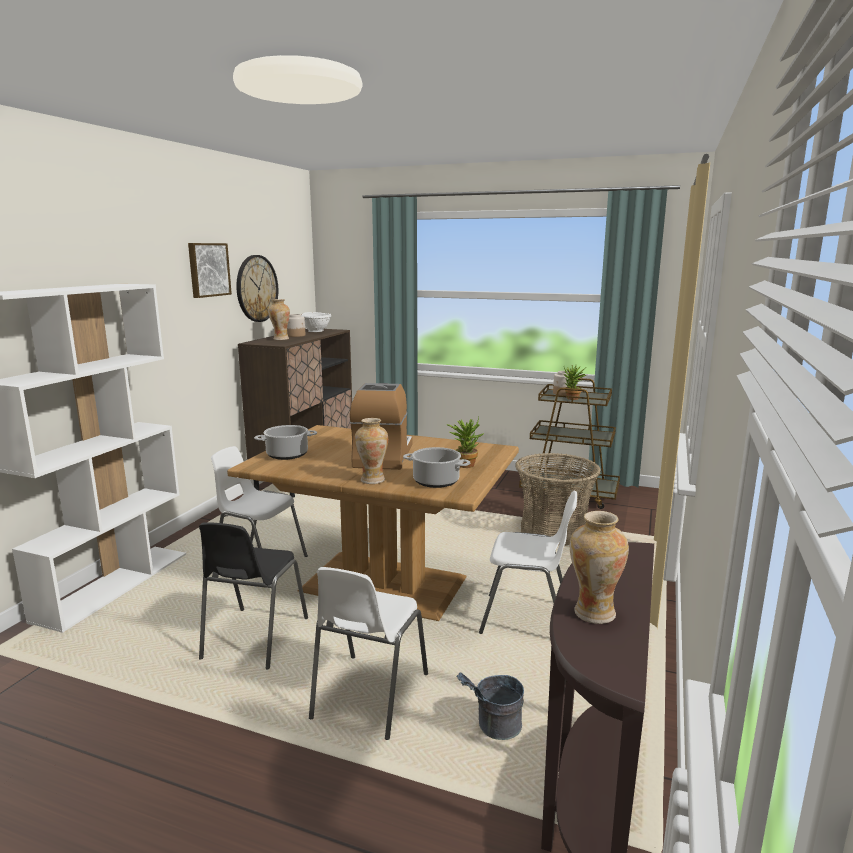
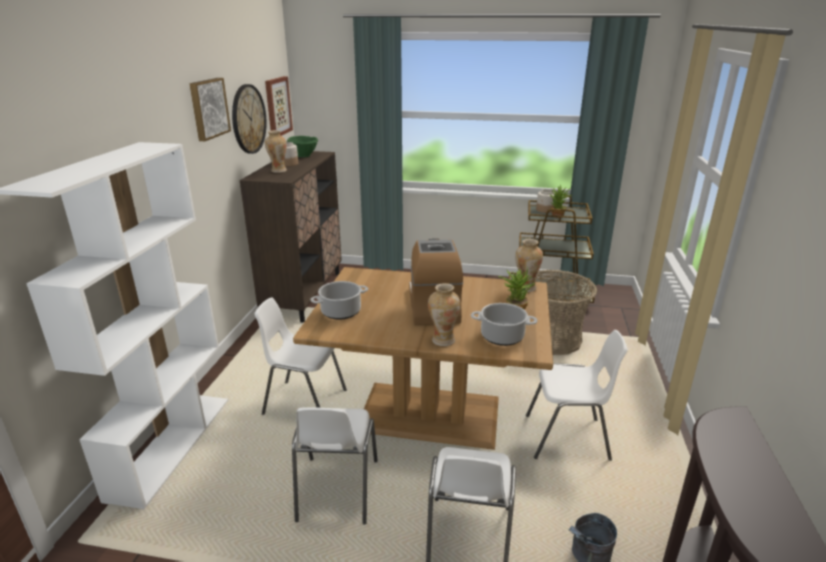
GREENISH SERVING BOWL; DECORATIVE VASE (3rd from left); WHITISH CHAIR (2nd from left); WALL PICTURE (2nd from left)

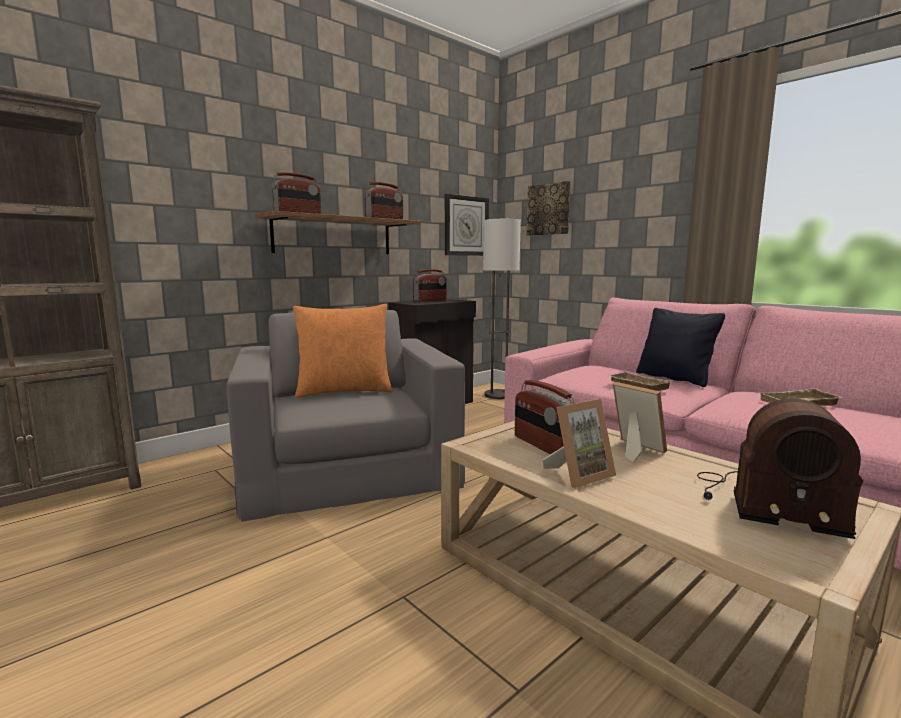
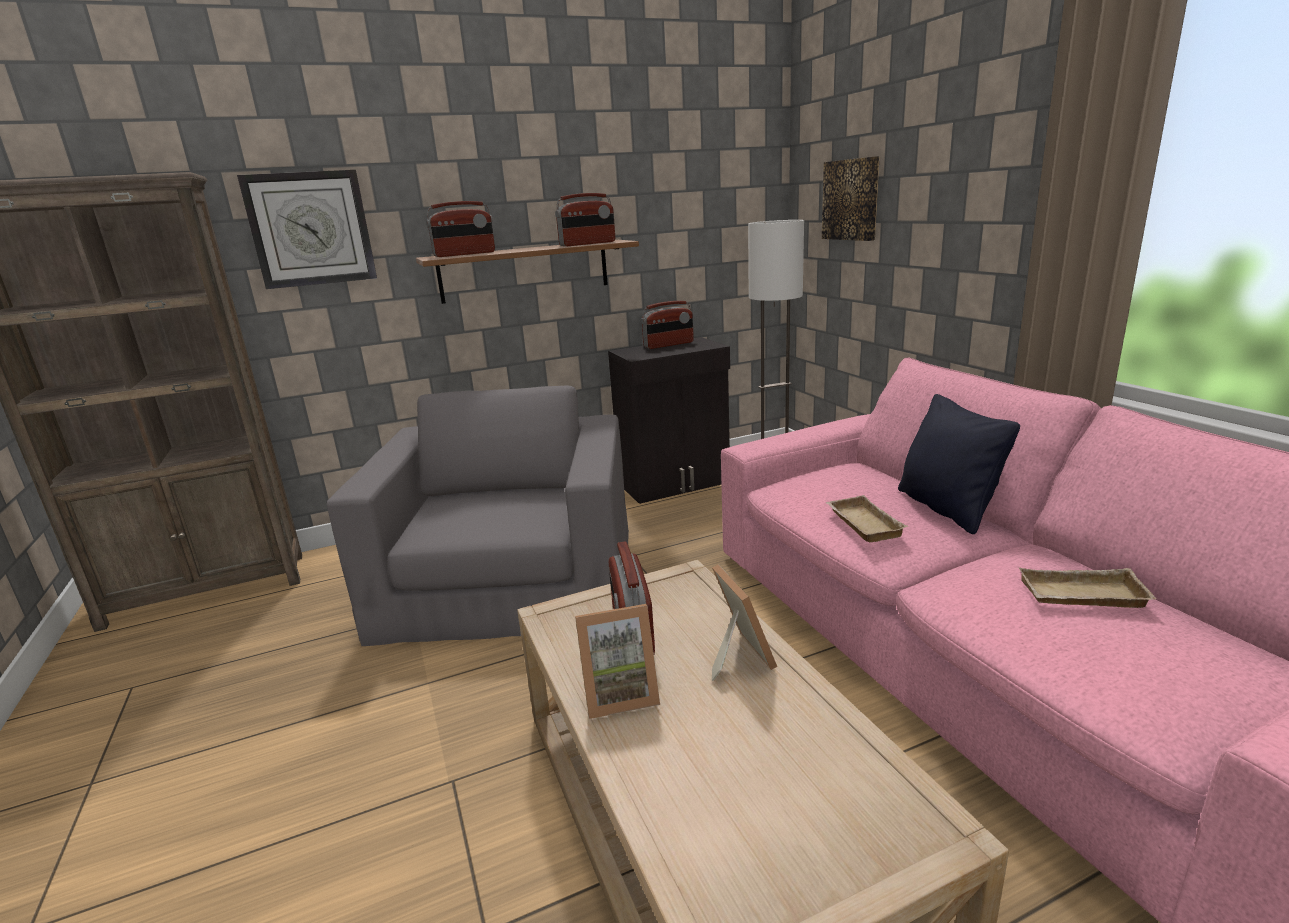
WALL CLOCK; ORANGE-COLOURED PILLOW; RADIO (5th from left in the first image)

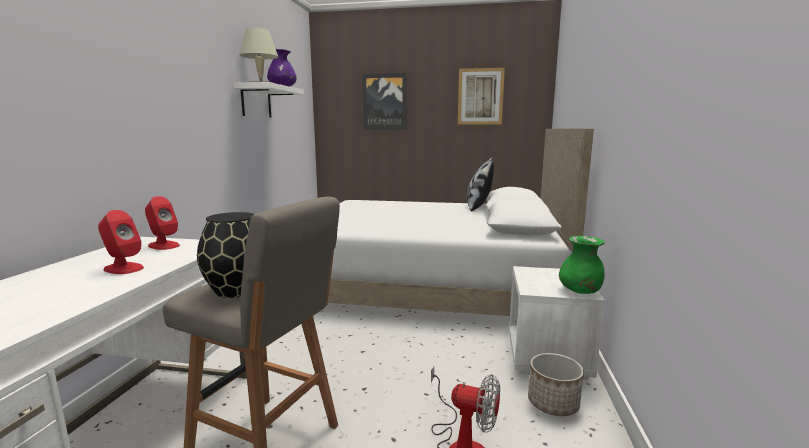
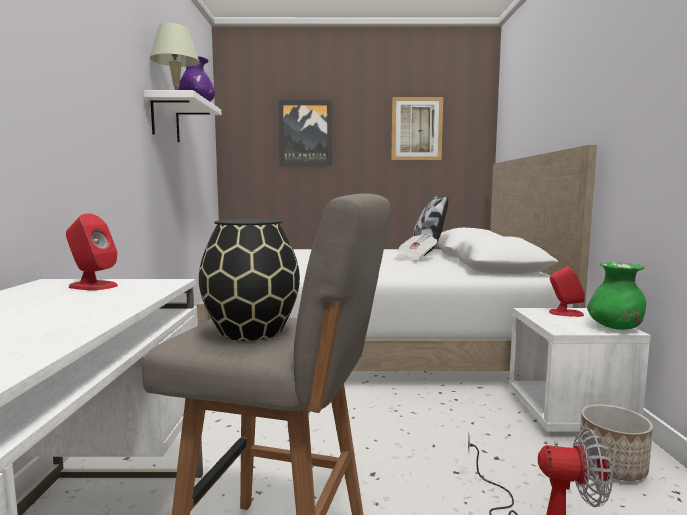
REDDISH AUDIO SPEAKER (2nd from left); NEWSPAPER

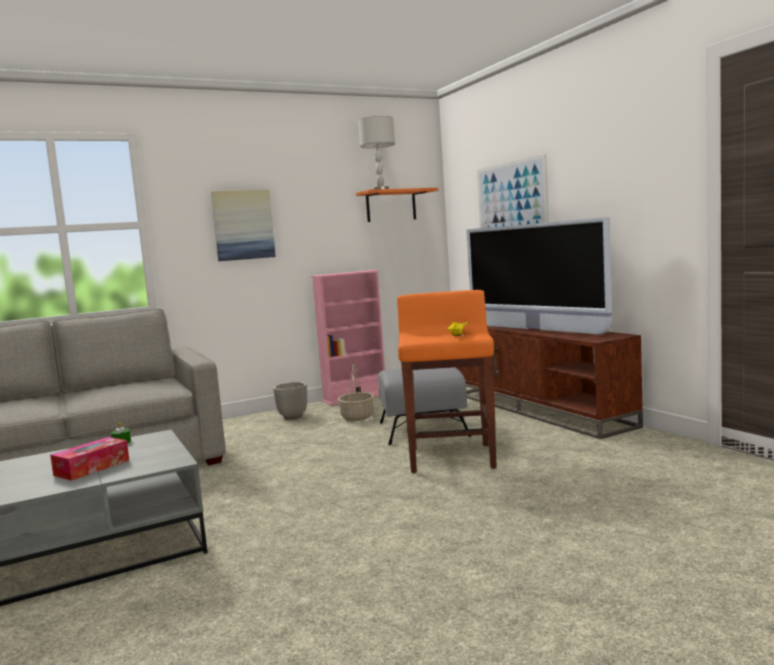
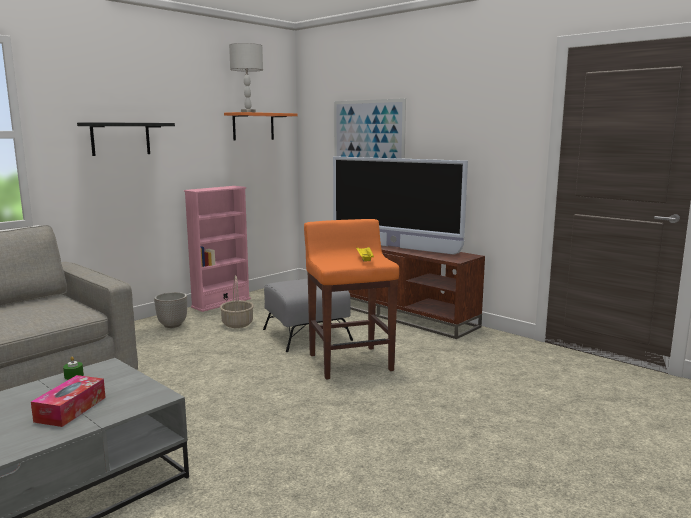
BLACKISH BRACKET SHELF

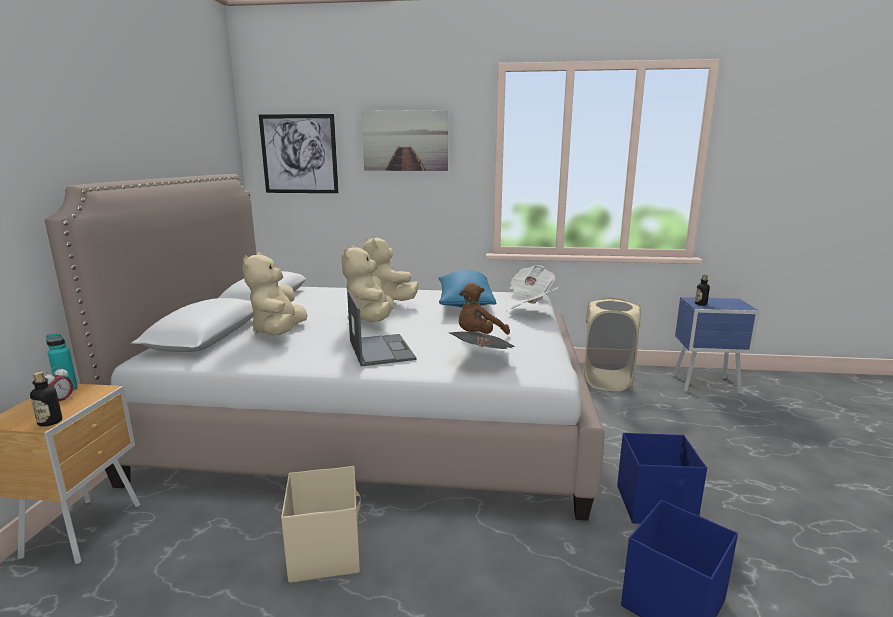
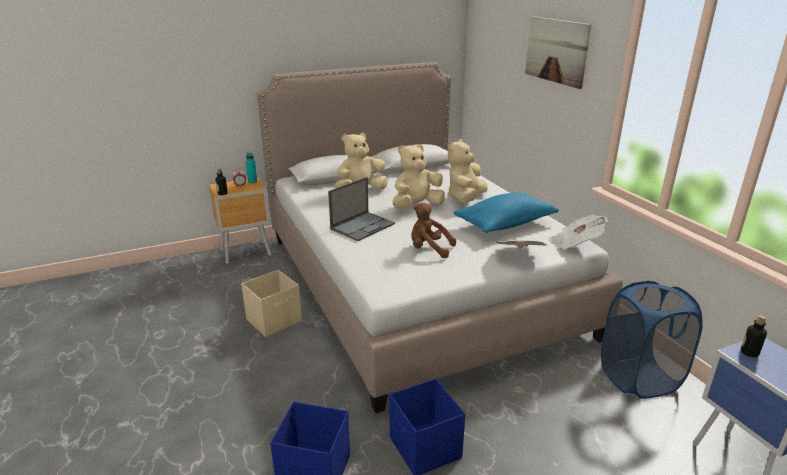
WALL PICTURE (1st from left in the first image); BLUE-COLOURED LAUNDRY BASKET; NEWSPAPER (1st from left in the first image)

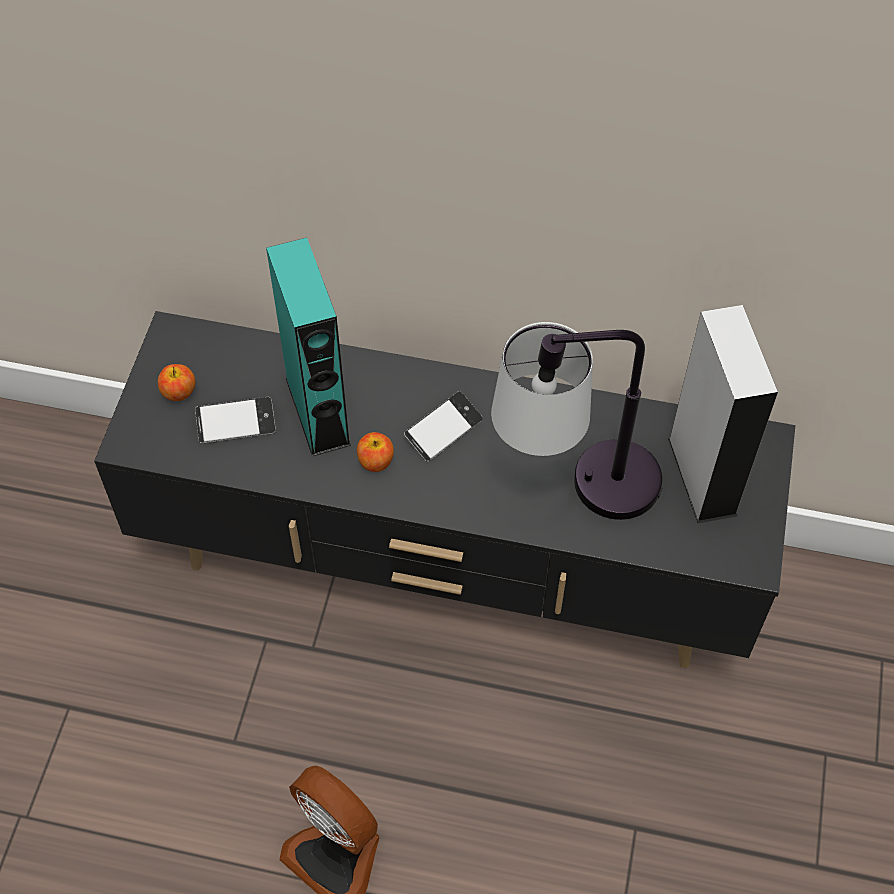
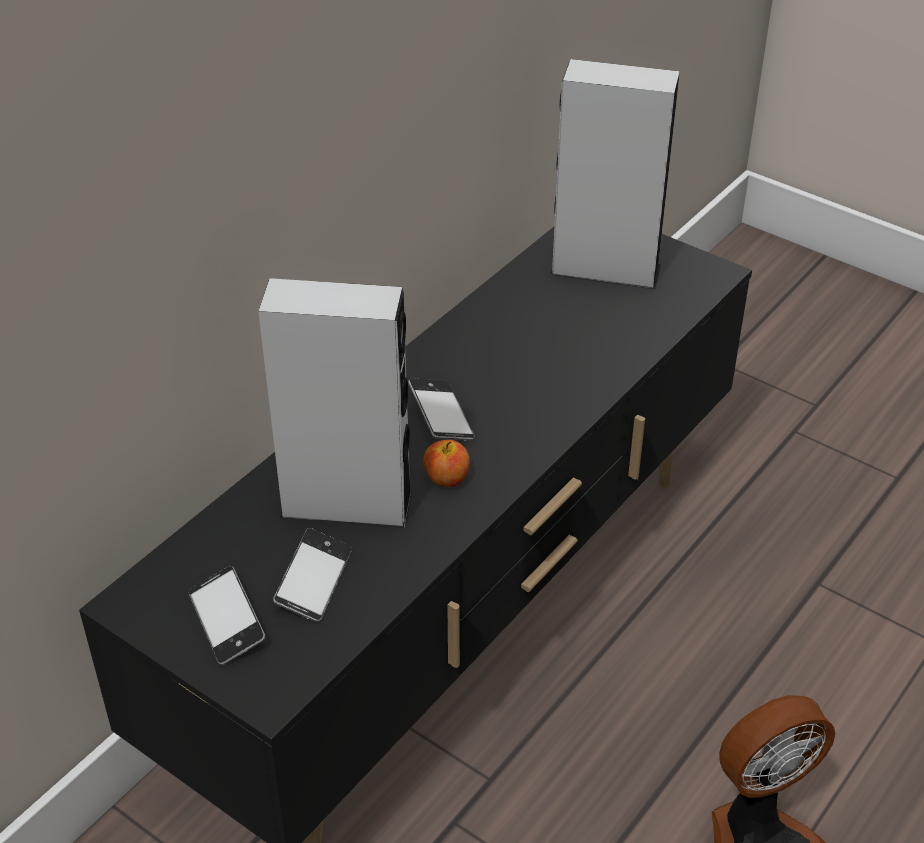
GREY AUDIO SPEAKER (1st from left); TABLE LAMP; PHONE (1st from left)

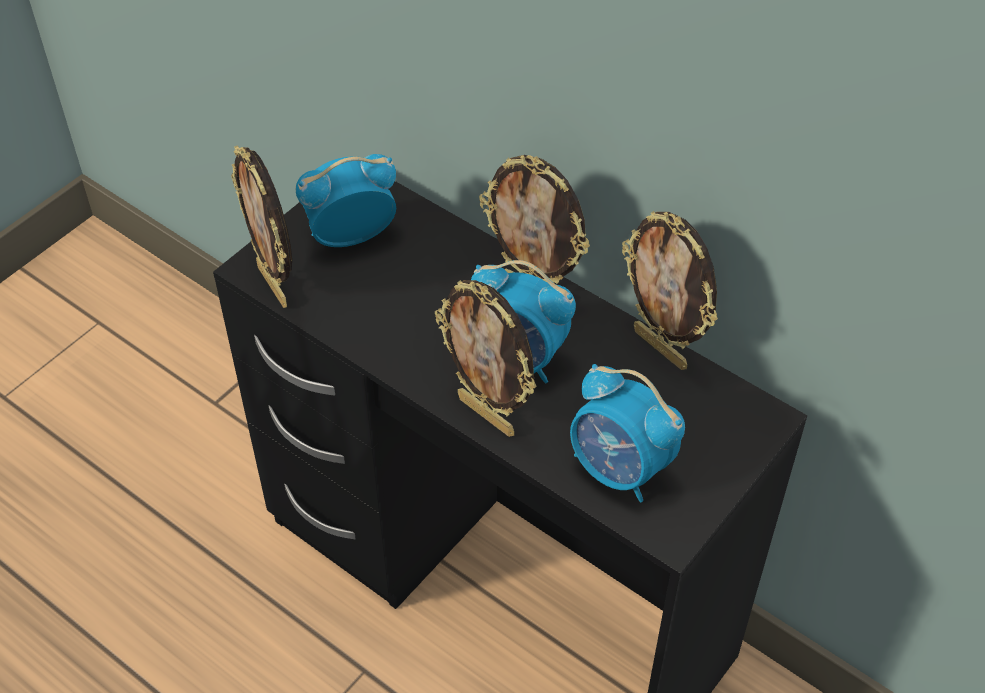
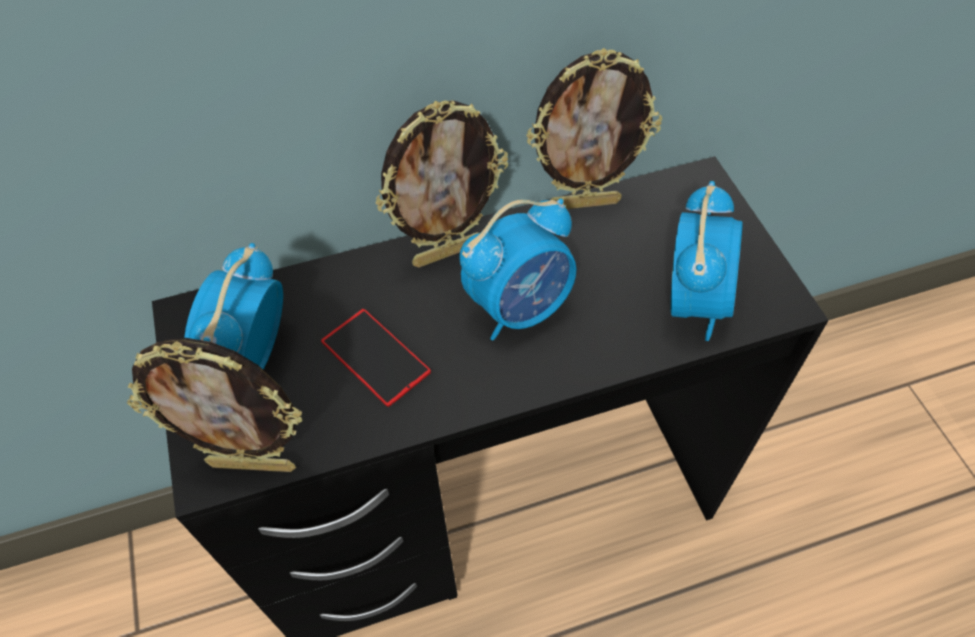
PHOTO FRAME (2nd from left in the first image); ALARM CLOCK (3rd from left); PHONE

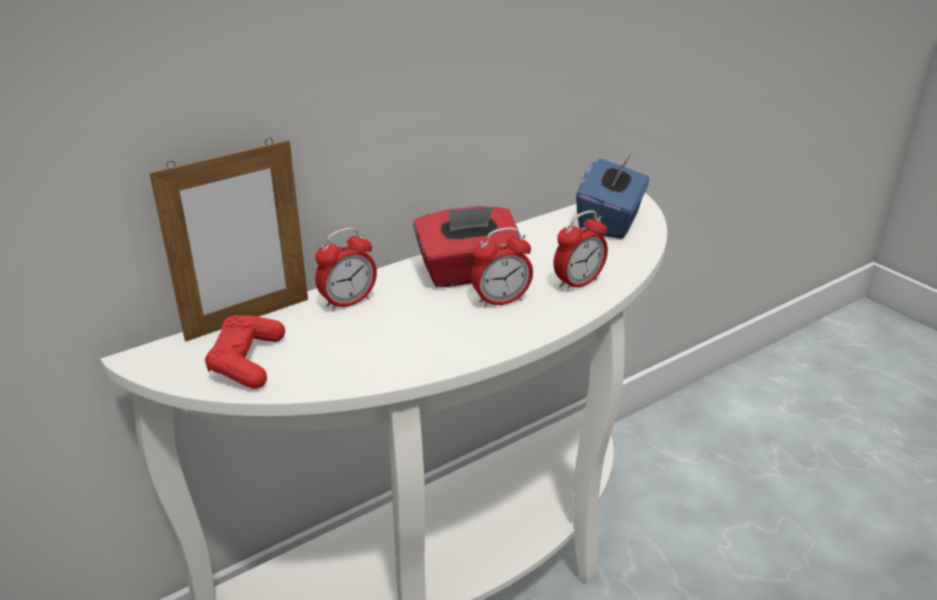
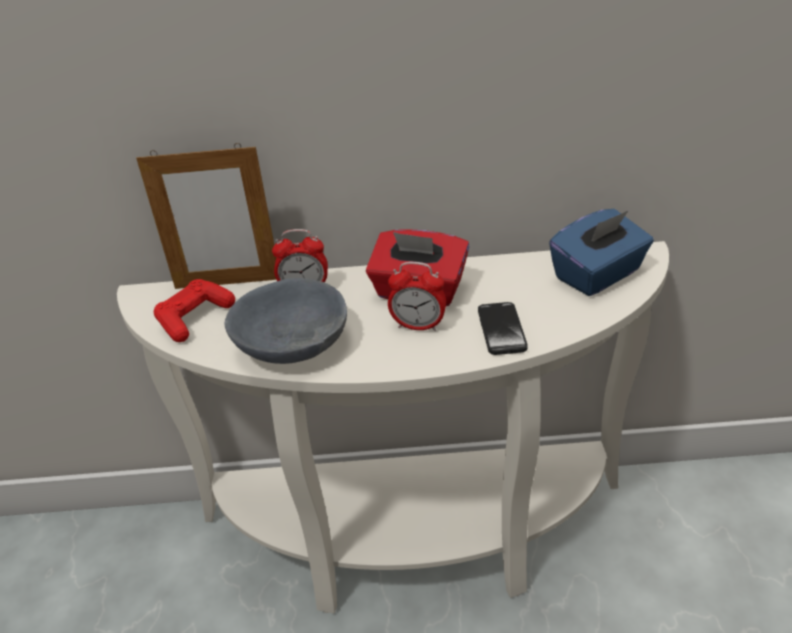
PHONE; GREY SERVING BOWL

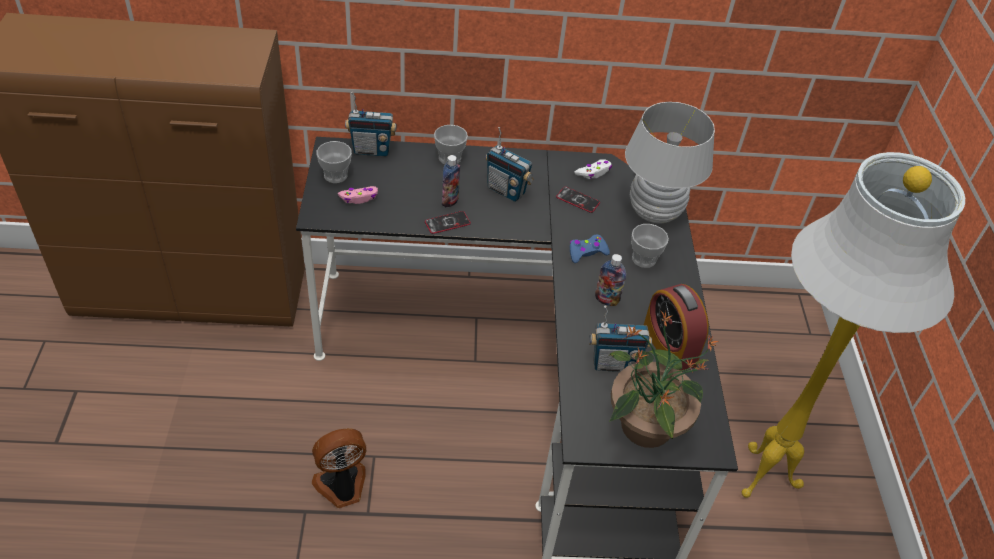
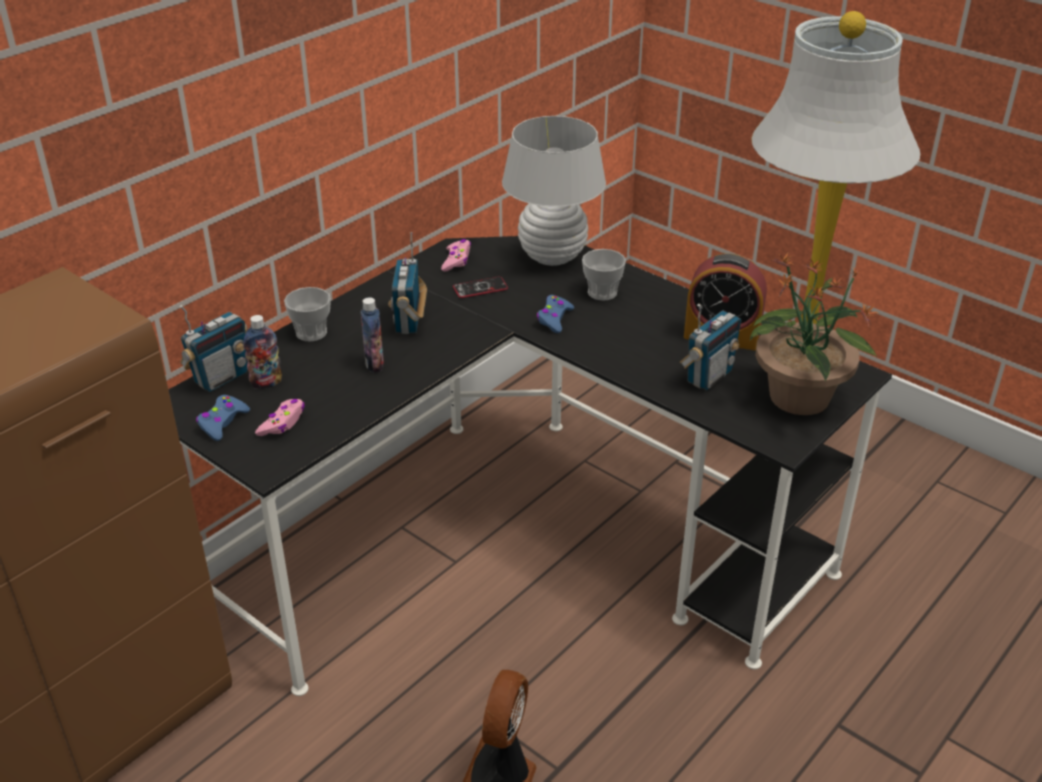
RADIO (2nd from left); BLUE-COLOURED JOYPAD (1st from left); PINK-COLOURED JOYPAD (2nd from left); PHONE (1st from left in the first image); BOTTLE (1st from left)

